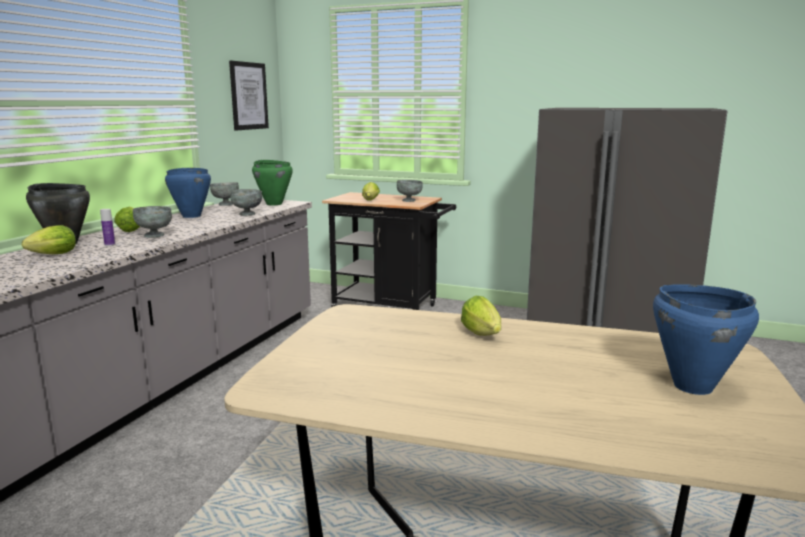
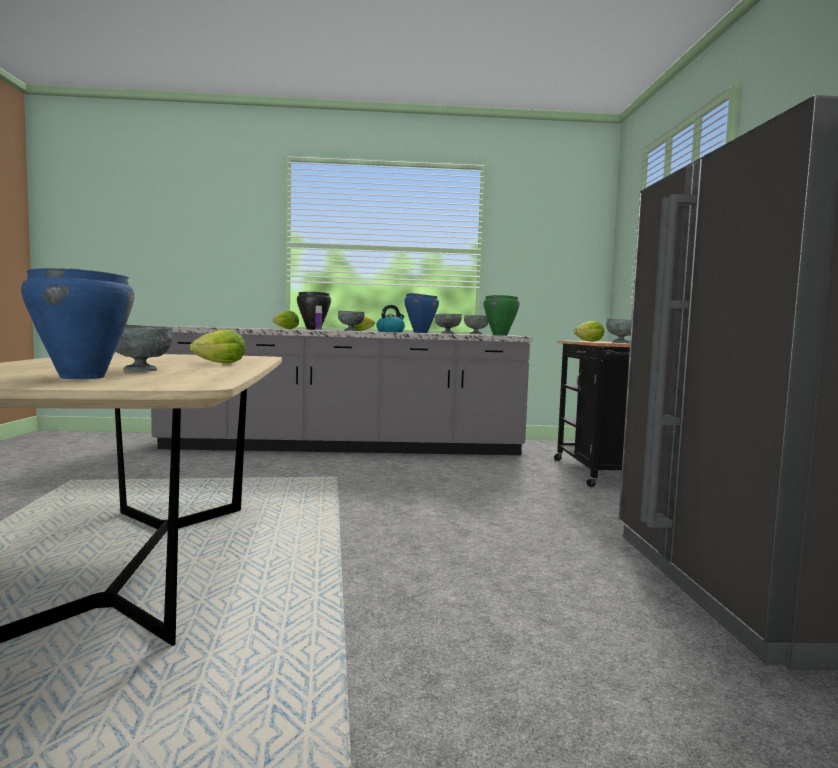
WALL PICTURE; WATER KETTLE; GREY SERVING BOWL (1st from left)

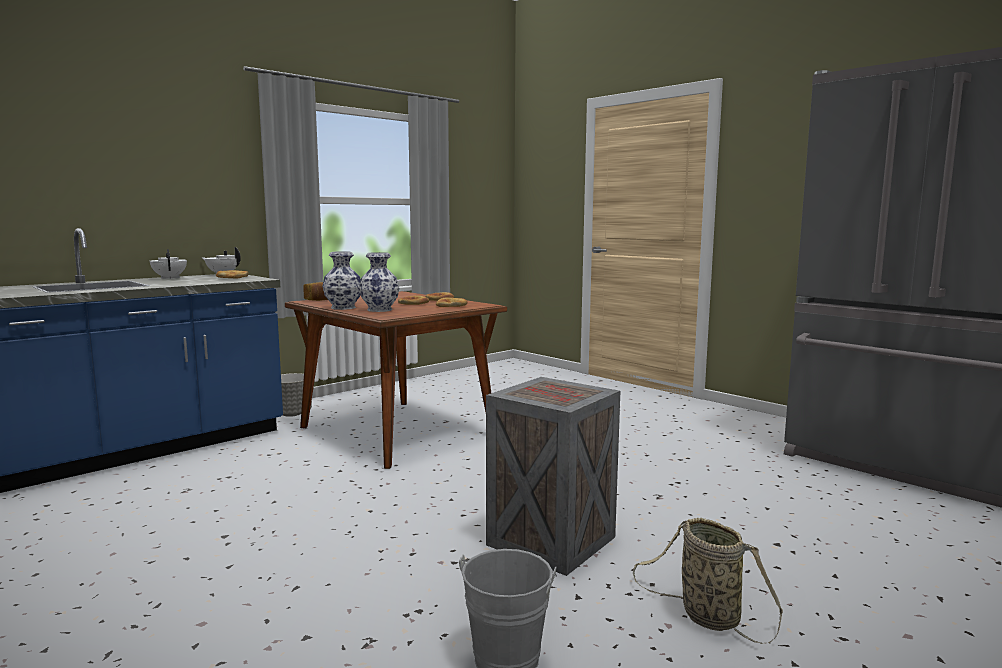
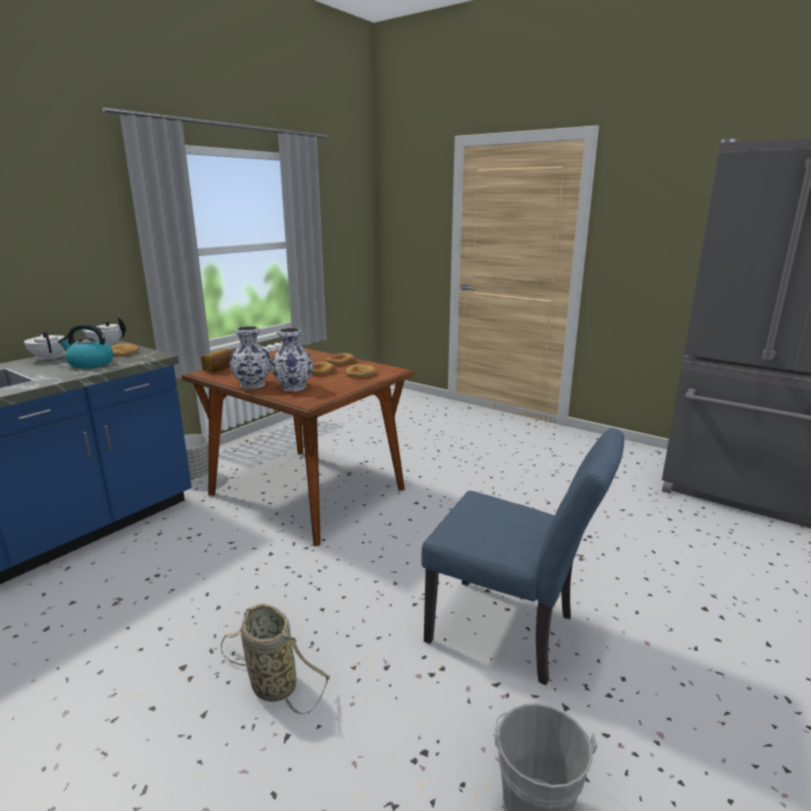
BLUE-COLOURED CHAIR; HOUSEHOLD BASKET; WATER KETTLE

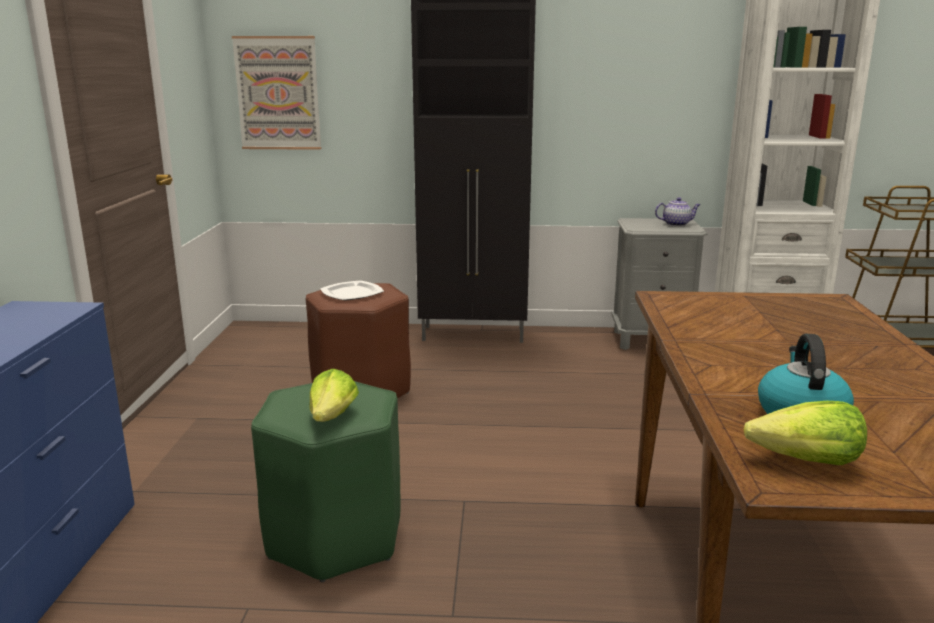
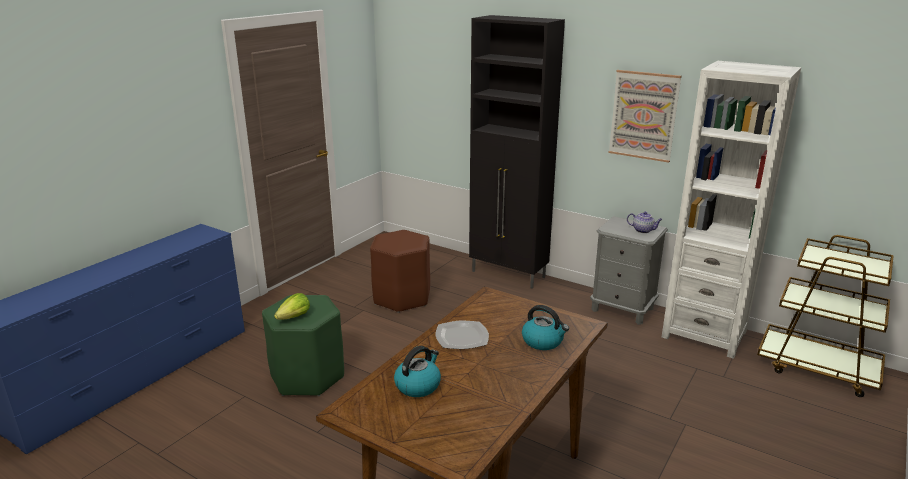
WALL PICTURE; PLATE; LETTUCE HEAD (2nd from left in the first image); WATER KETTLE (2nd from left)

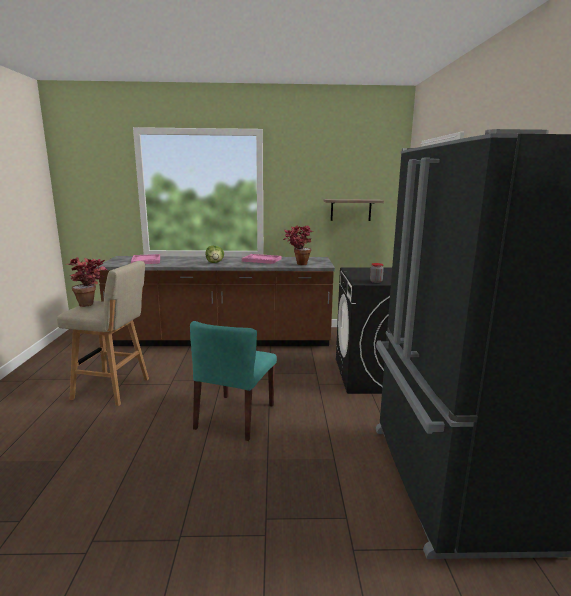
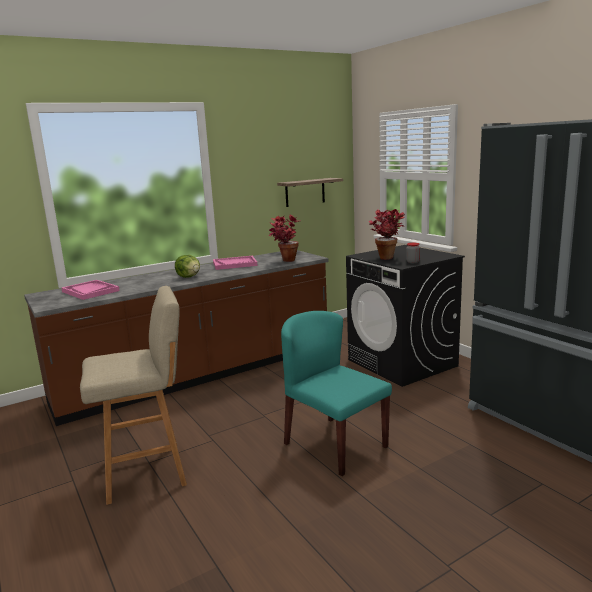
POTTED PLANT (2nd from left); TURQUOISE-COLOURED CHAIR

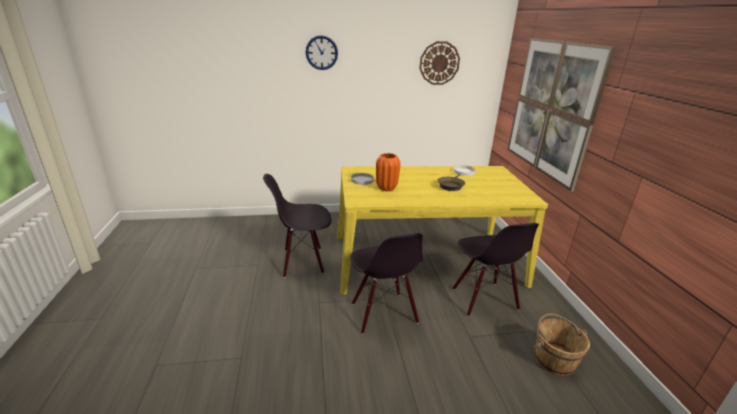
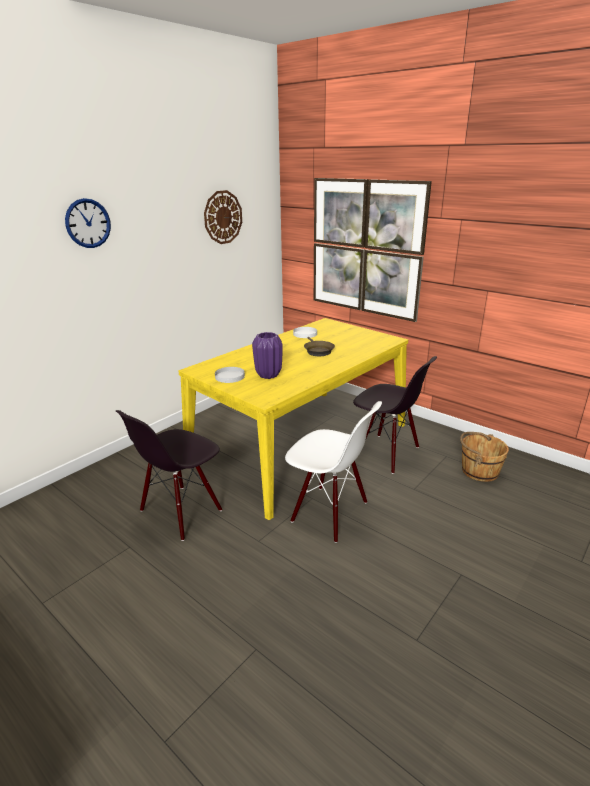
PURPLE-COLOURED DECORATIVE VASE; WHITISH CHAIR

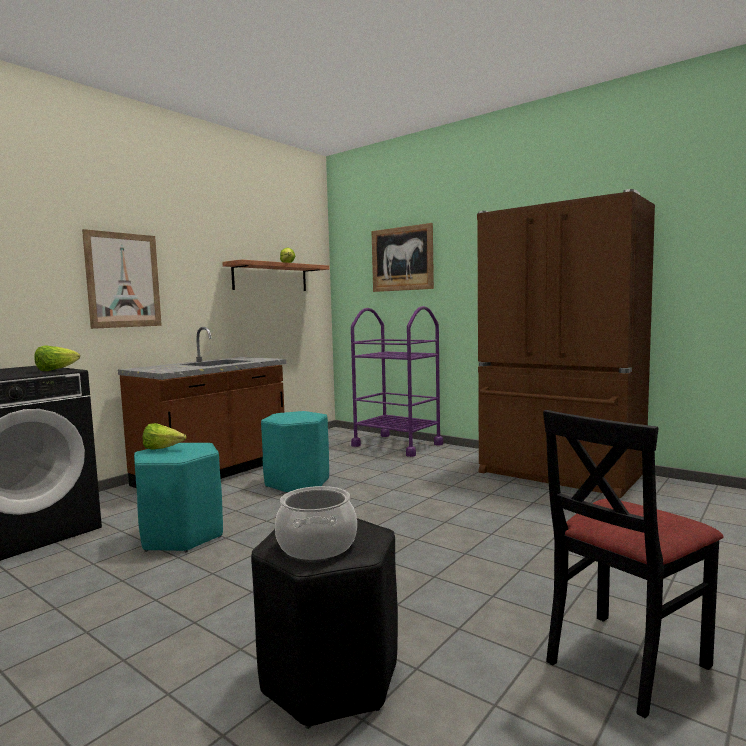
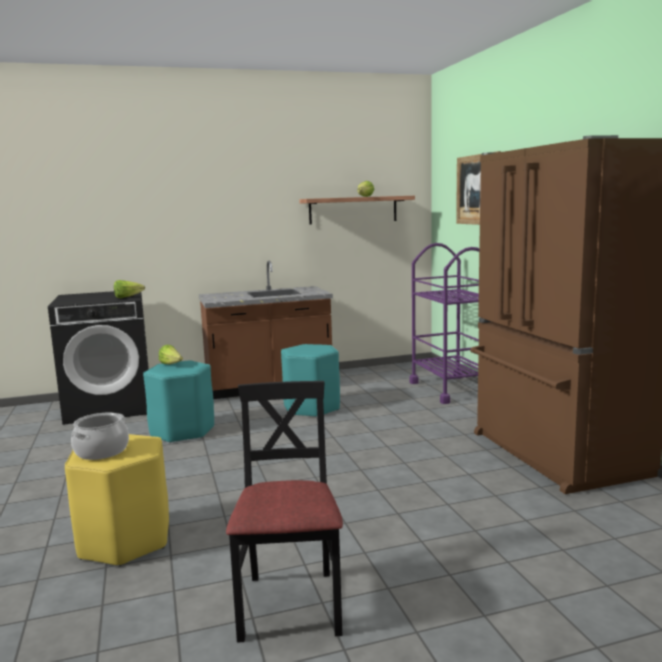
WALL PICTURE (1st from left in the first image); BLACKISH CHAIR; YELLOW-COLOURED STOOL SEAT

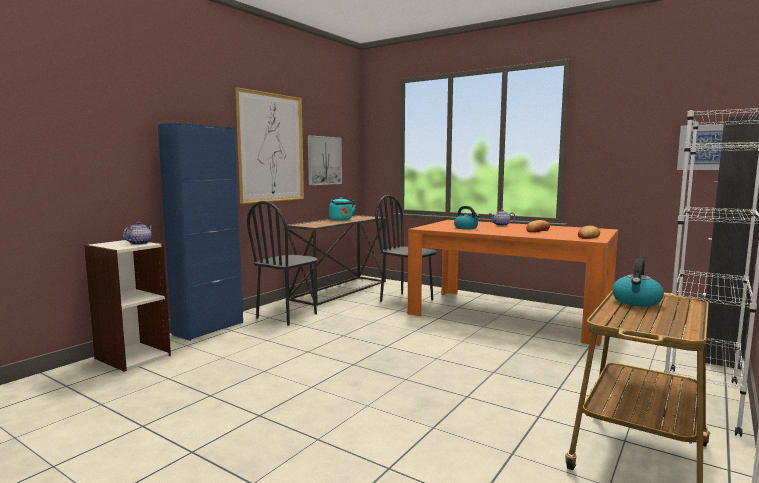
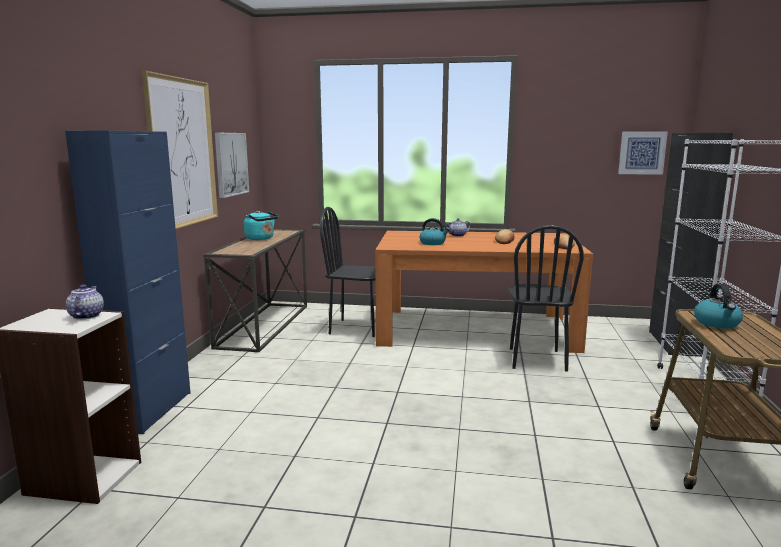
BLACKISH CHAIR (2nd from left)

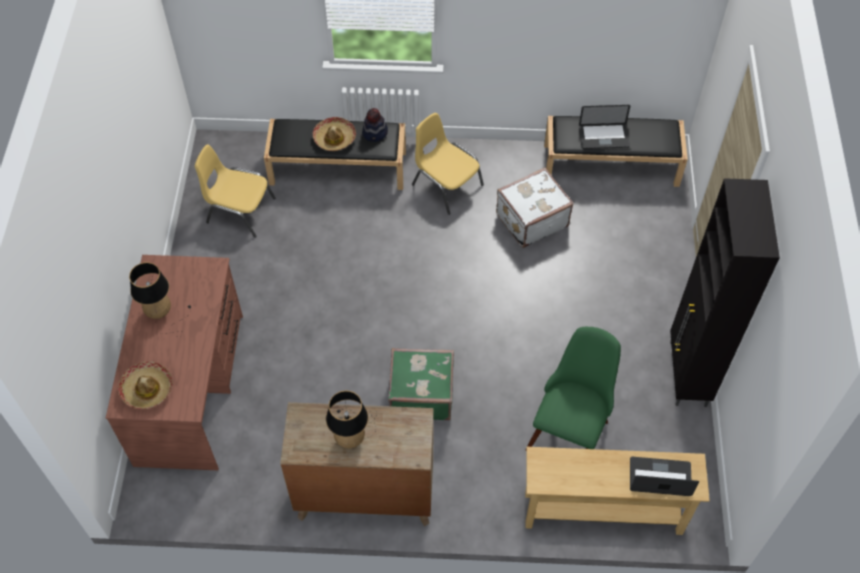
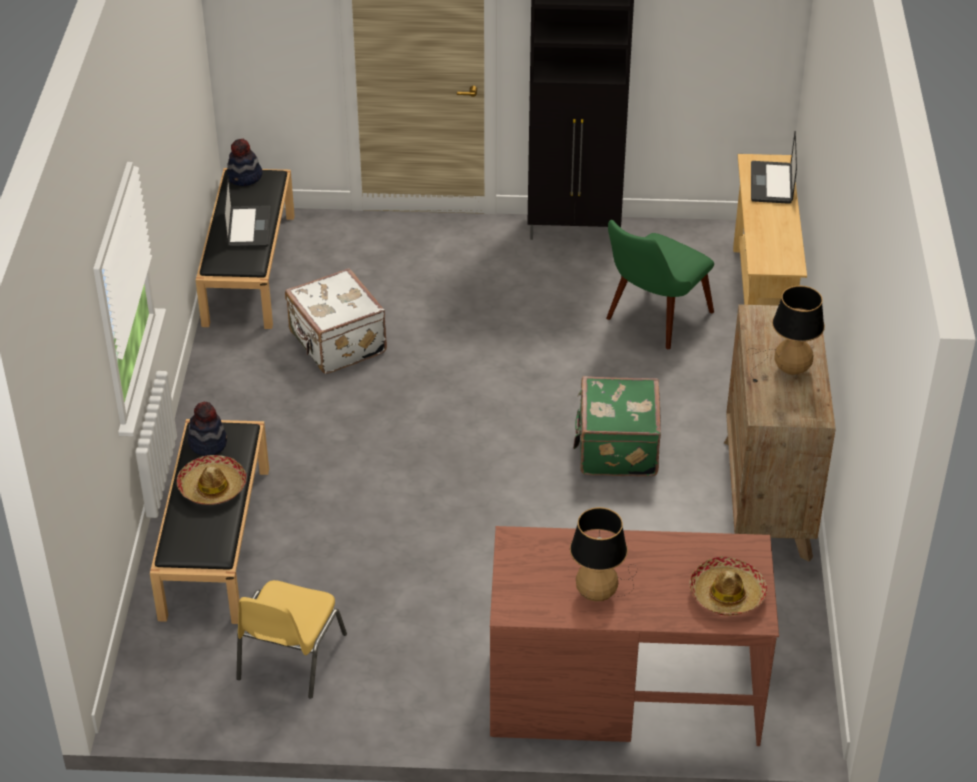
YELLOW-COLOURED CHAIR (2nd from left in the first image); GREENISH CHAIR; CLOTHING HAT (3rd from left)

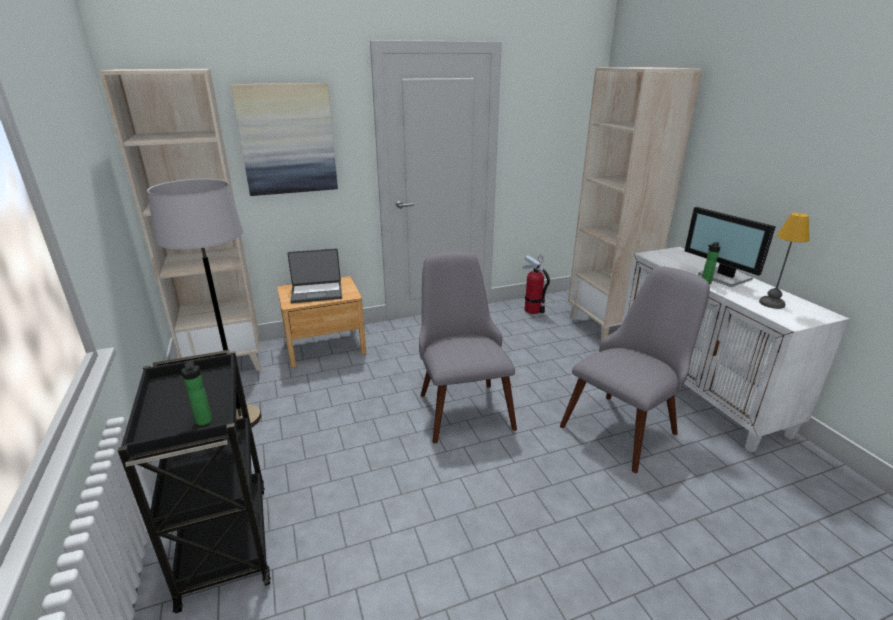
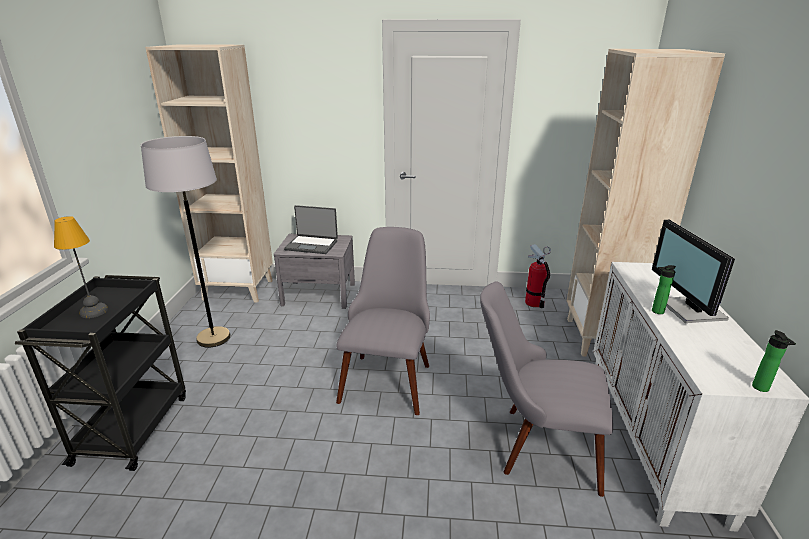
WALL PICTURE; TABLE LAMP; GREY CHAIR (2nd from left); GREY NIGHT TABLE; BOTTLE (2nd from left)

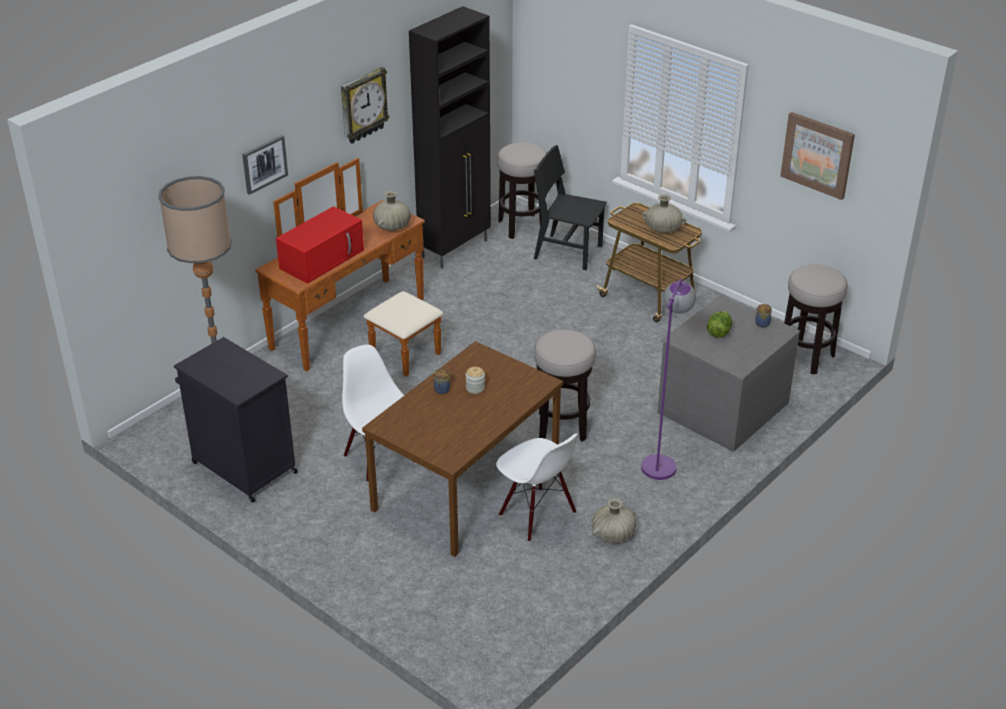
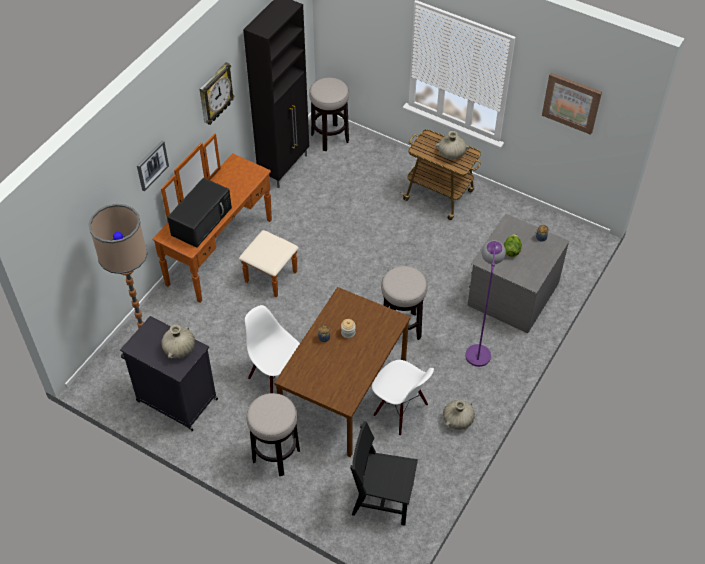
BLACKISH CHAIR; BEIGE DECORATIVE VASE (1st from left); BLACKISH MICROWAVE; STOOL SEAT (1st from left)

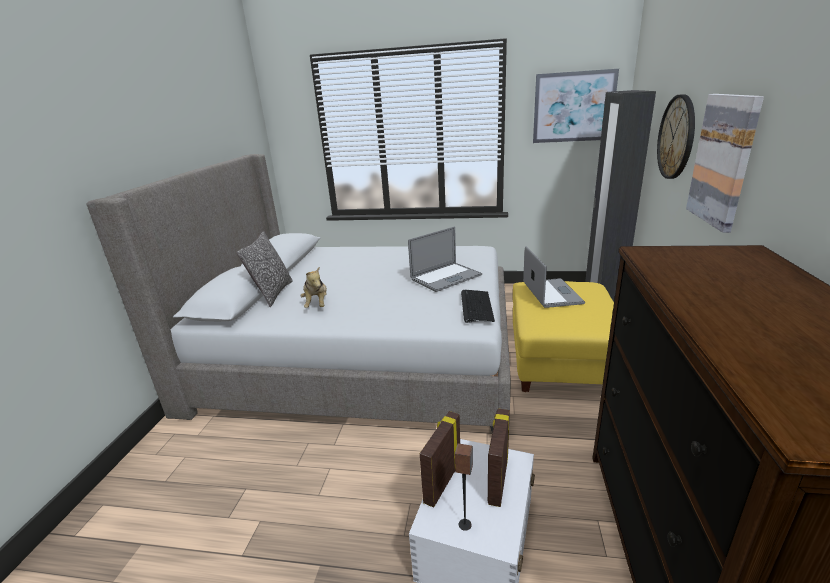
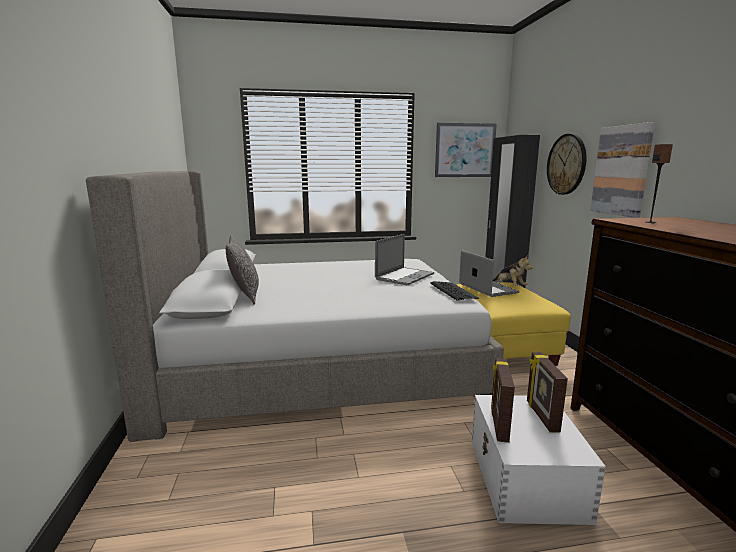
PLUSH TOY; AUDIO SPEAKER

